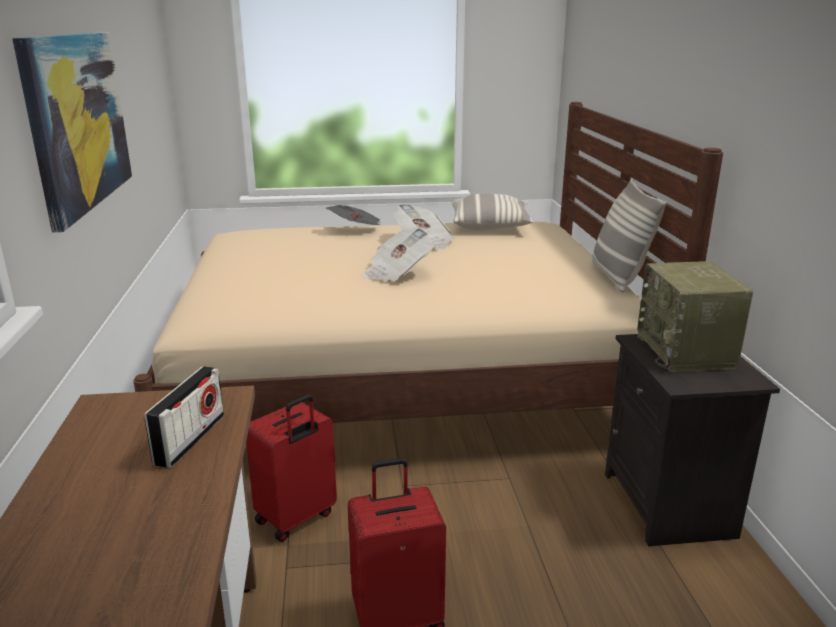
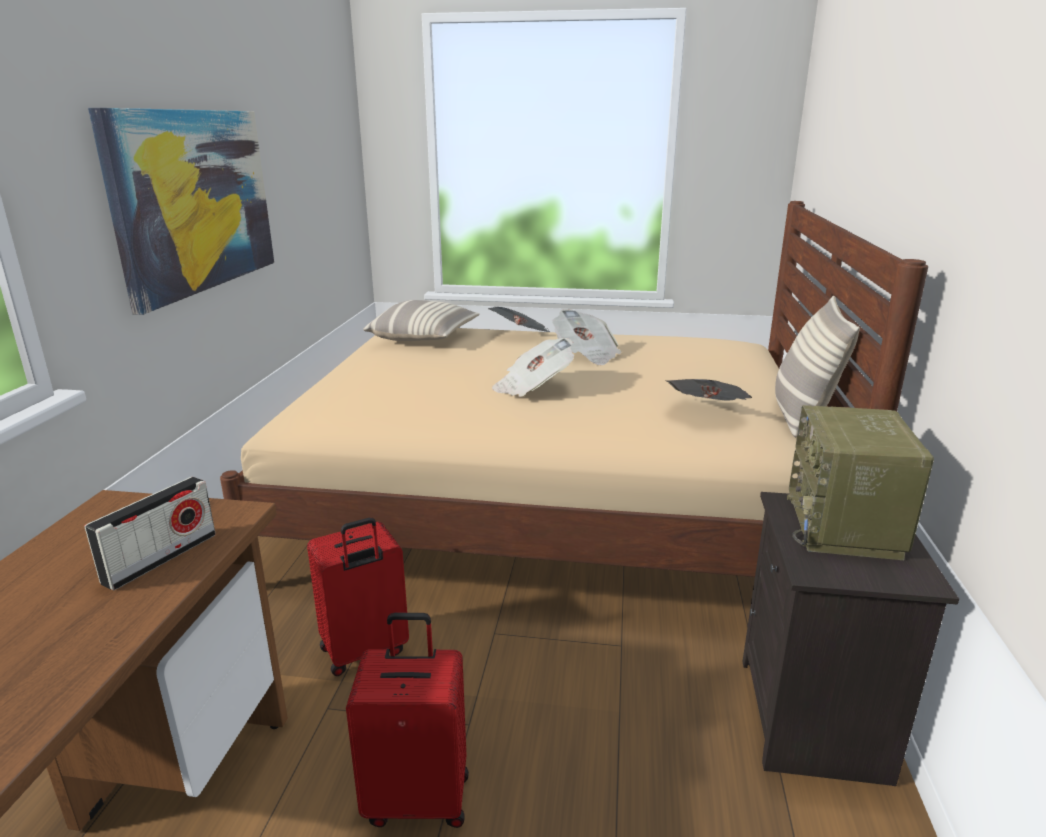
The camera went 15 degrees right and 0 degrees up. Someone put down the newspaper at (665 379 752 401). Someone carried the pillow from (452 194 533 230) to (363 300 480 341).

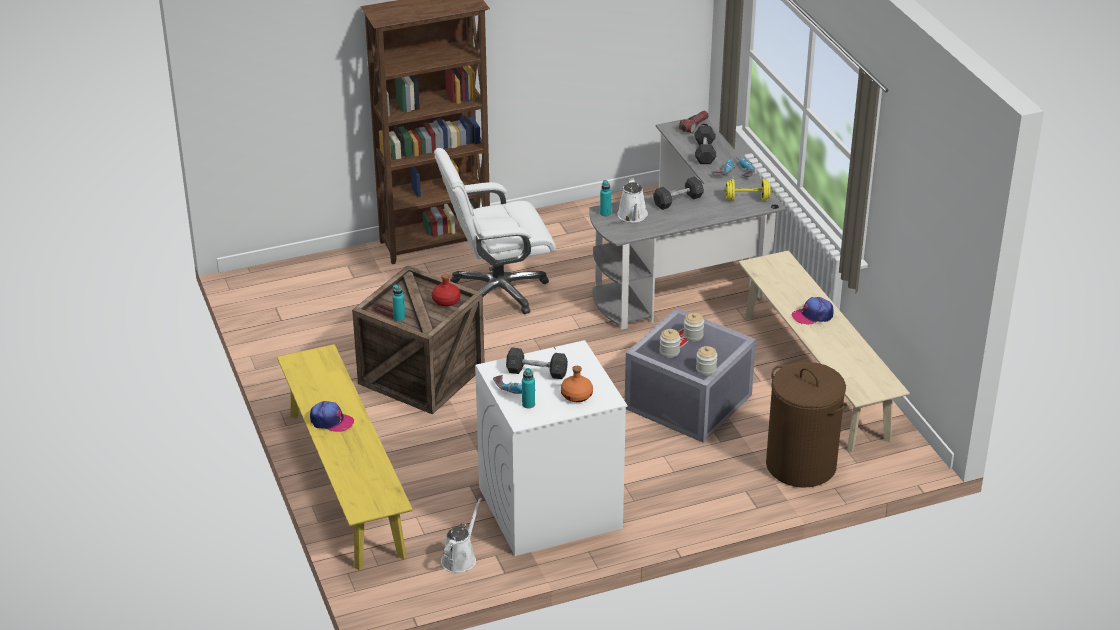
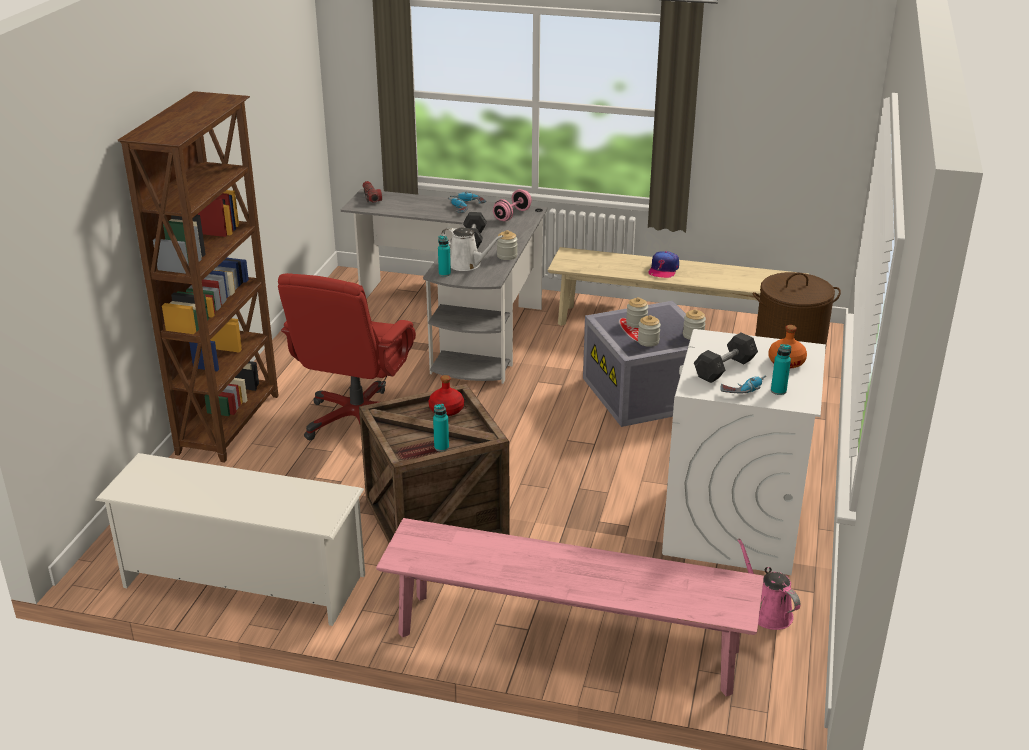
The camera went 55 degrees left and 5 degrees down. Someone took away the cap at (310 401 354 432). Someone took away the dumbbell (grey) at (694 126 716 164). Someone put down the shoe rack (white) at (95 453 365 626). Someone put down the jar at (497 230 517 260). Someone repainted the bench (yellow) at (277 344 413 570), which became the bench (pink) at (376 518 764 697). Someone repainted the office chair (white) at (434 148 556 314), which became the office chair (red) at (278 273 416 440). Someone repainted the watering can (white) at (441 498 482 573), which became the watering can (pink) at (738 538 800 630). Someone repainted the dumbbell (yellow) at (724 179 772 201), which became the dumbbell (pink) at (493 189 532 221).

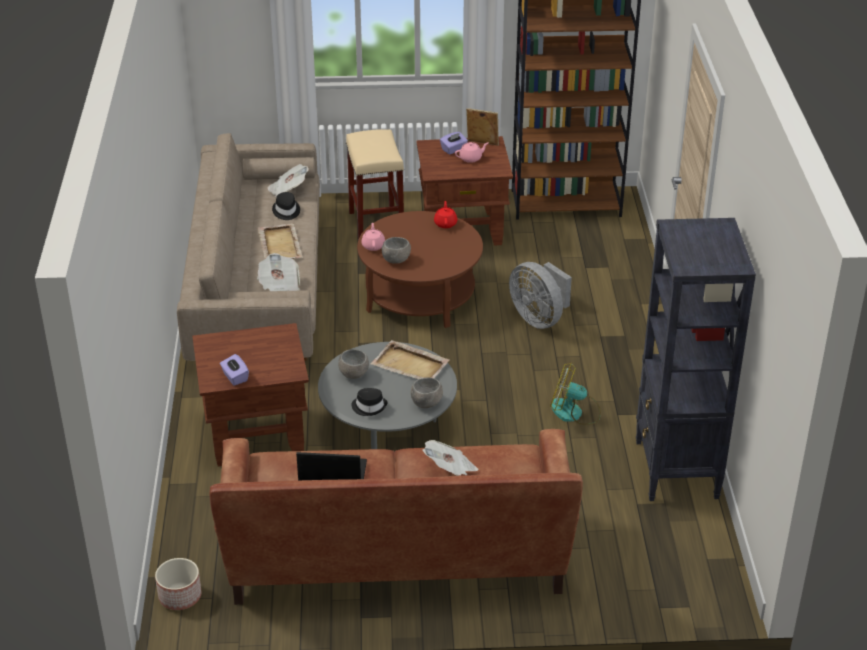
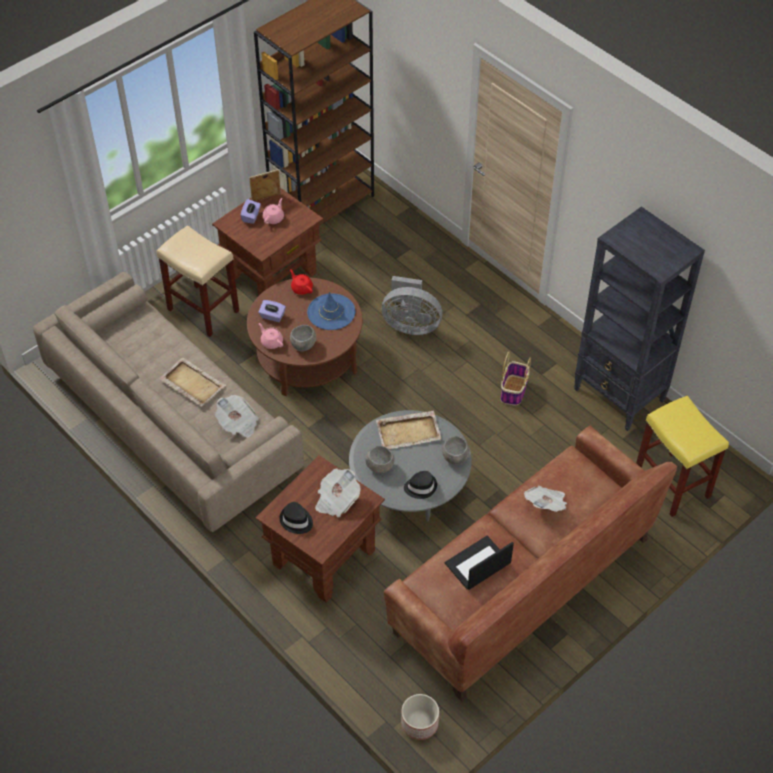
The camera went 40 degrees left and 15 degrees up. Someone put down the hat (blue) at (307 292 355 330). Someone put down the stool (yellow) at (636 396 729 517). Someone carried the tissue box (purple) from (220 354 249 386) to (259 300 286 322). Someone carried the newspaper from (267 164 309 197) to (315 469 360 518). Someone carried the hat (black) from (272 192 300 220) to (280 502 313 534). Someone swapped the fan at (550 363 601 425) for the basket at (501 352 531 405).

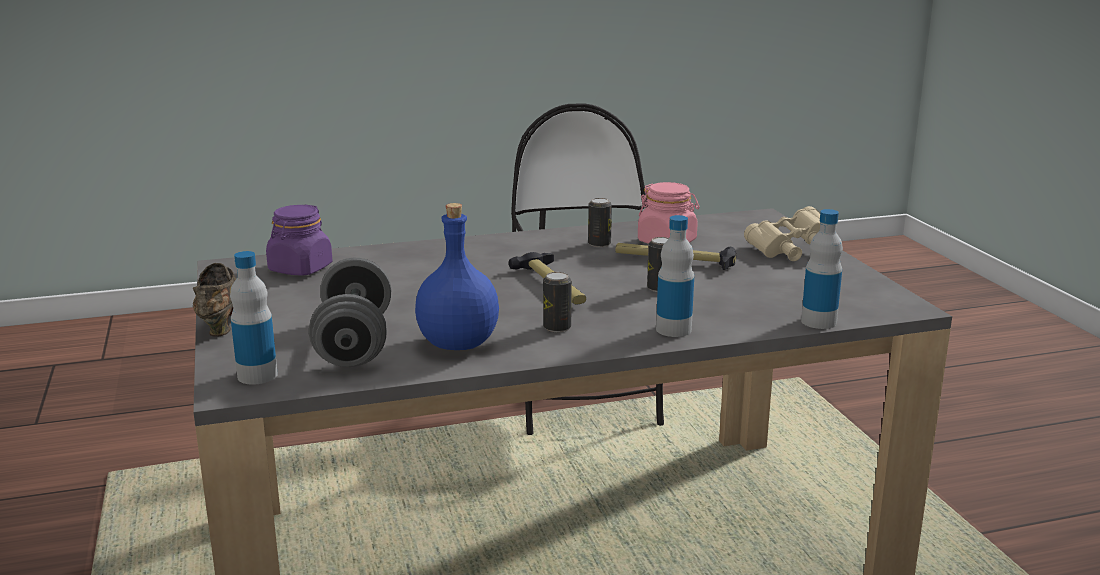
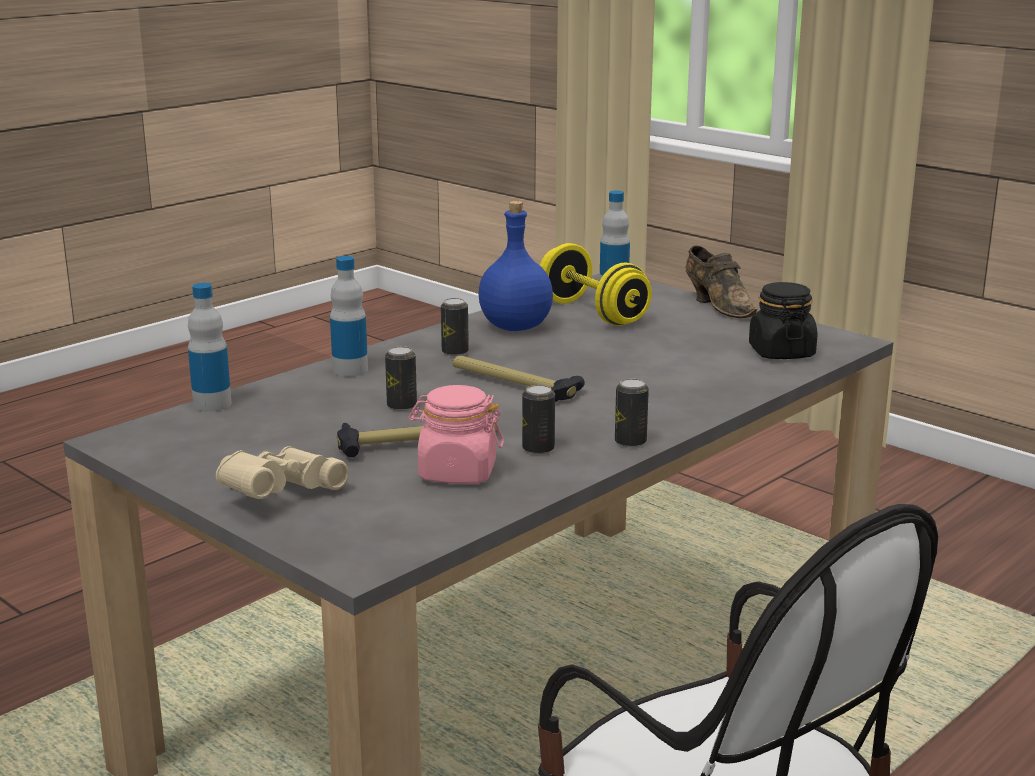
The camera went 150 degrees right and 0 degrees up. Someone put down the can at (615 379 649 447). Someone repainted the jar (purple) at (266 204 333 276), which became the jar (black) at (749 282 817 359). Someone repainted the dumbbell (grey) at (309 258 391 367), which became the dumbbell (yellow) at (540 243 652 326).

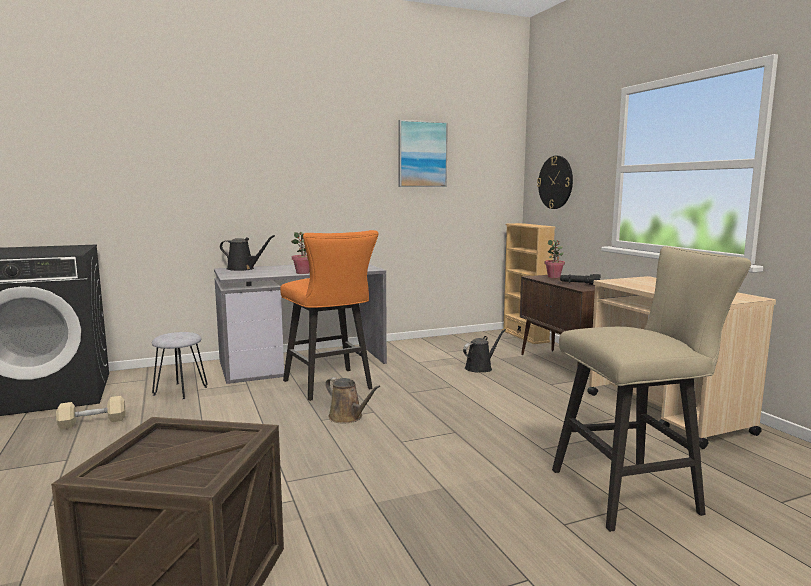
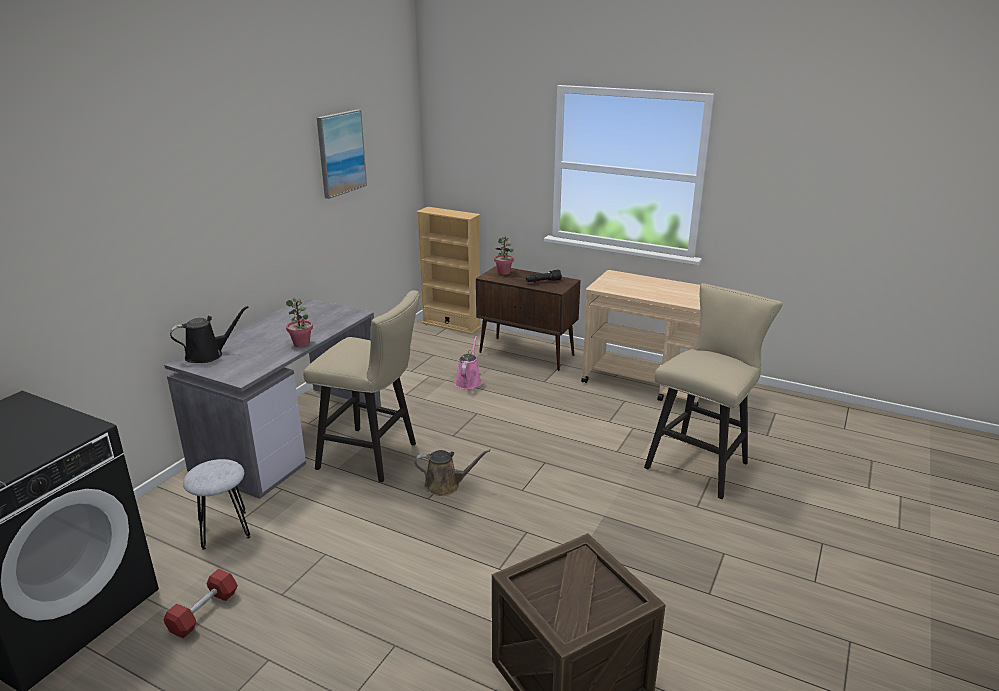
The camera went 40 degrees left and 15 degrees up. Someone took away the wall clock at (537 156 573 209). Someone repainted the dumbbell (beige) at (56 396 126 430), which became the dumbbell (red) at (164 569 238 638). Someone repainted the stool (orange) at (280 230 378 401), which became the stool (beige) at (303 290 420 482). Someone repainted the watering can (black) at (463 329 506 372), which became the watering can (pink) at (454 336 482 389).

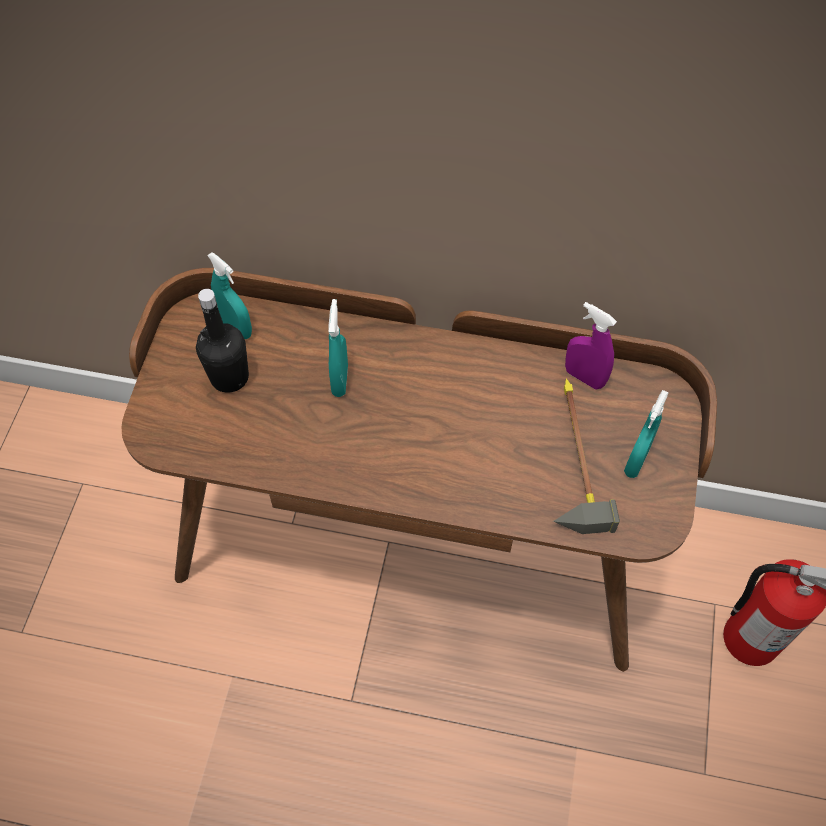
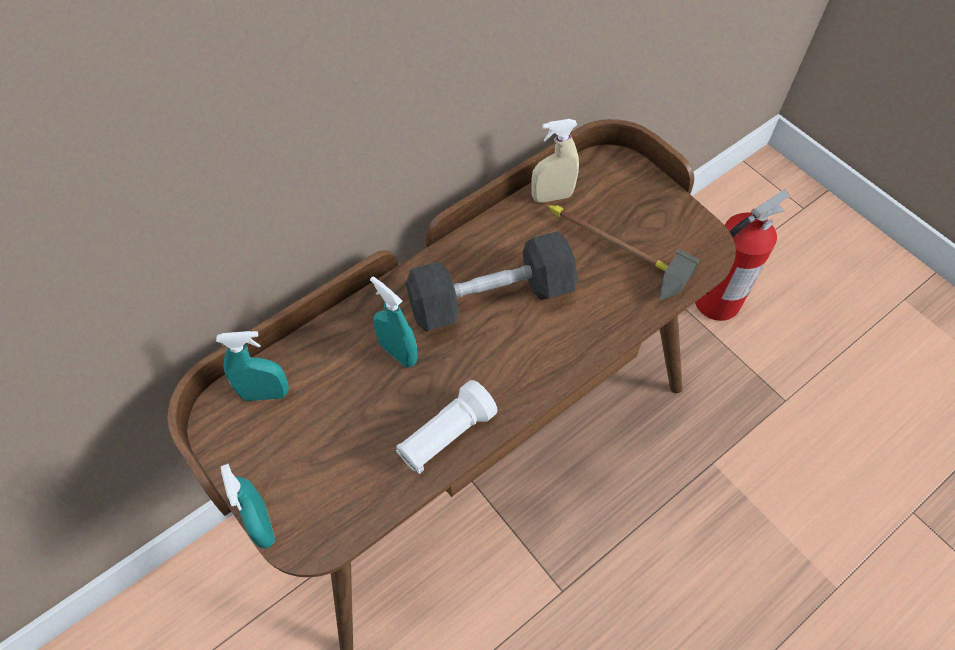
The camera went 50 degrees left and 0 degrees up. Someone took away the bottle (black) at (196 289 249 393). Someone put down the flashlight (white) at (396 380 497 474). Someone put down the dumbbell (black) at (406 231 577 331). Someone carried the spray bottle (turquoise) from (624 390 669 478) to (221 464 275 548). Someone repainted the spray bottle (purple) at (565 302 617 389), which became the spray bottle (beige) at (531 119 579 203).

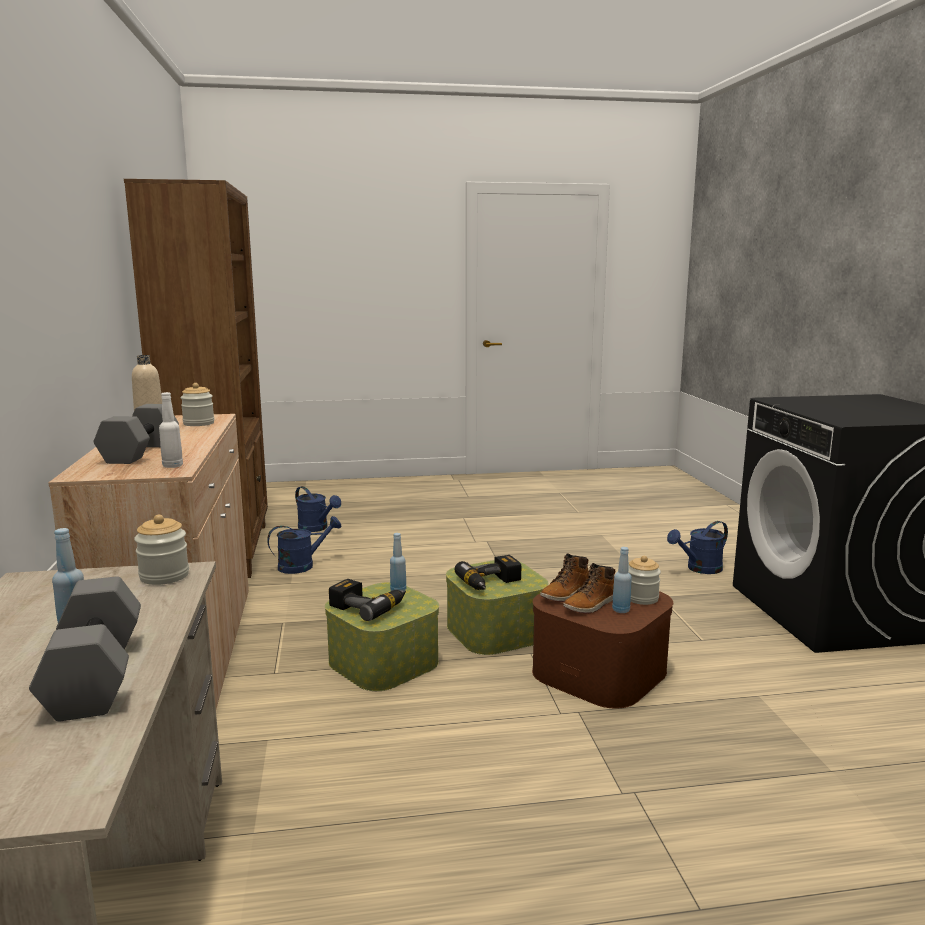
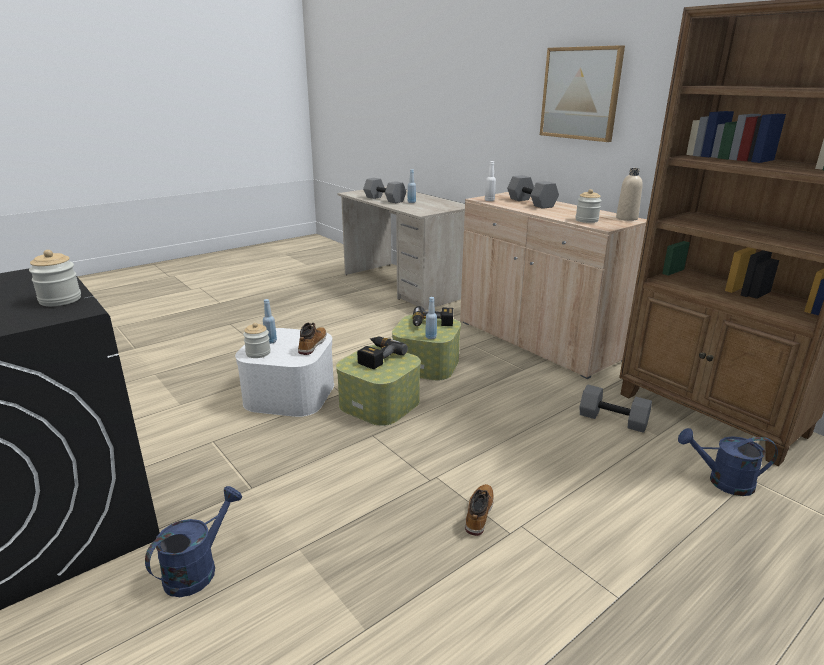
The camera went 150 degrees right and 10 degrees up. Someone put up the picture at (540 45 625 142). Someone carried the jar from (134 515 189 585) to (29 250 81 306). Someone carried the boot from (563 563 615 614) to (465 484 494 536). Someone swapped the watering can (blue) at (267 516 341 574) for the dumbbell (grey) at (580 385 652 433). Someone repainted the storage box (brown) at (532 591 673 709), which became the storage box (white) at (235 328 334 417).

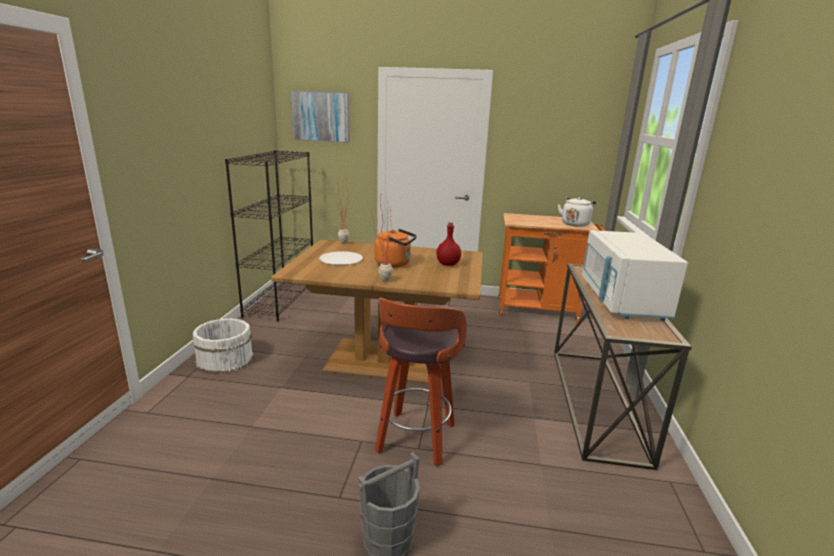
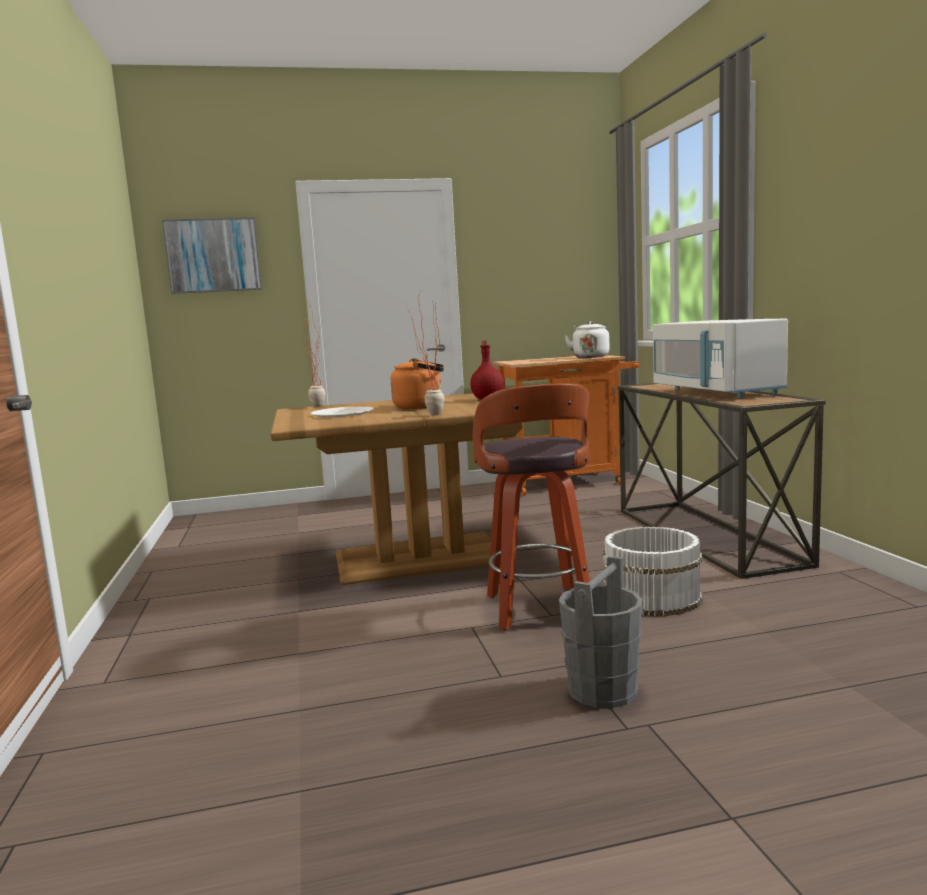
The camera went 20 degrees left and 10 degrees down. Someone took away the bookcase (black) at (225 150 313 322). Someone carried the bucket (white) from (192 318 254 374) to (603 527 702 616).

